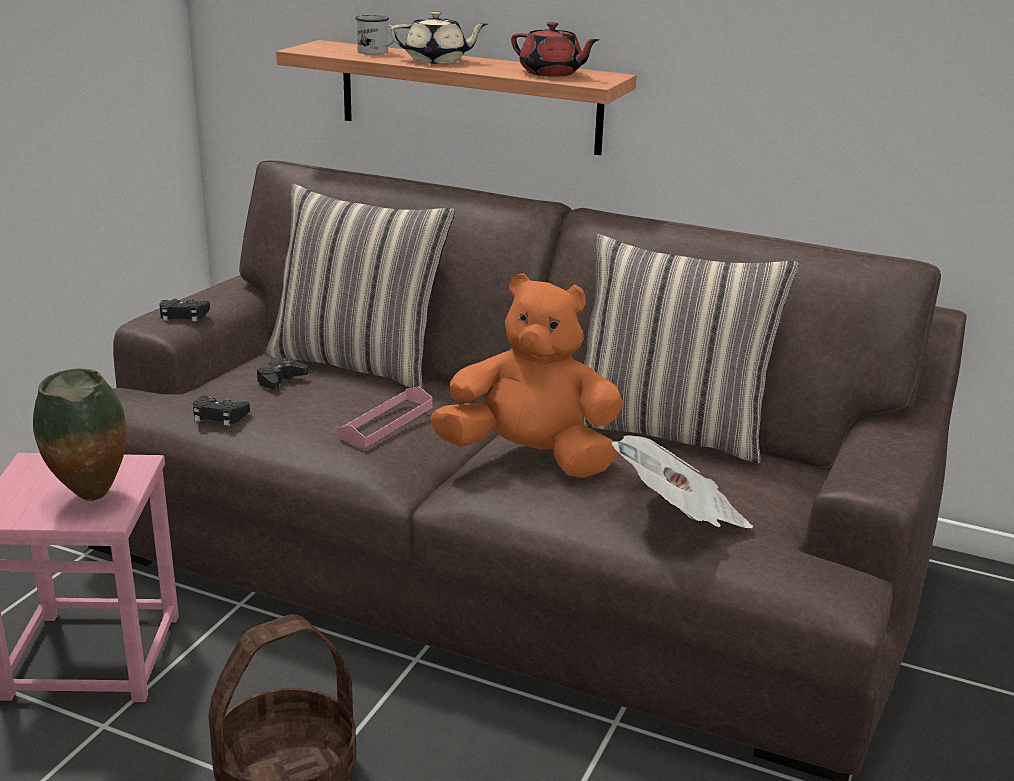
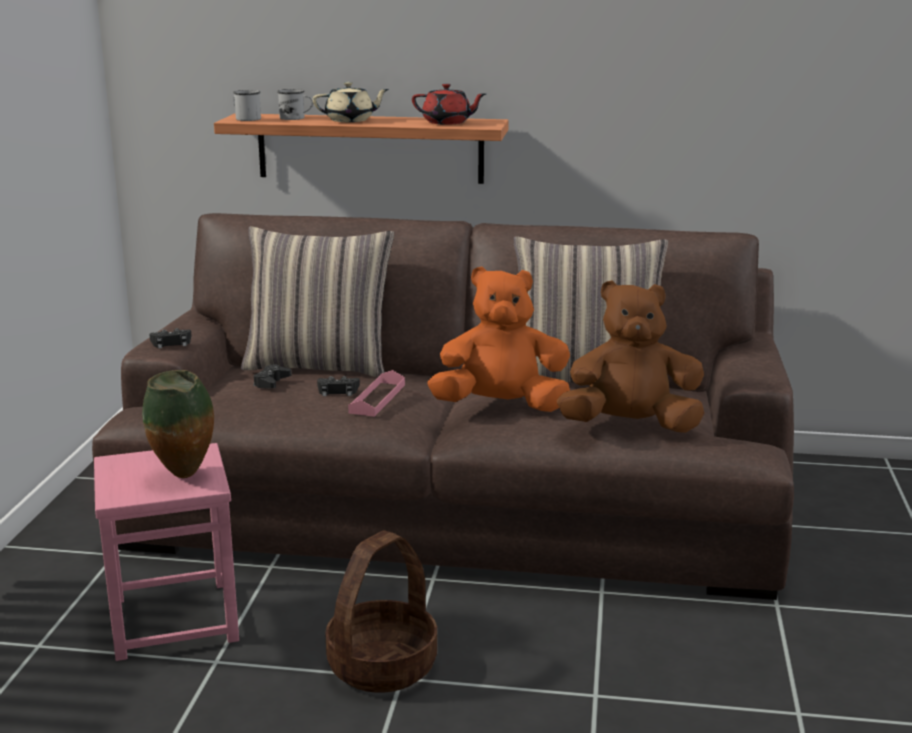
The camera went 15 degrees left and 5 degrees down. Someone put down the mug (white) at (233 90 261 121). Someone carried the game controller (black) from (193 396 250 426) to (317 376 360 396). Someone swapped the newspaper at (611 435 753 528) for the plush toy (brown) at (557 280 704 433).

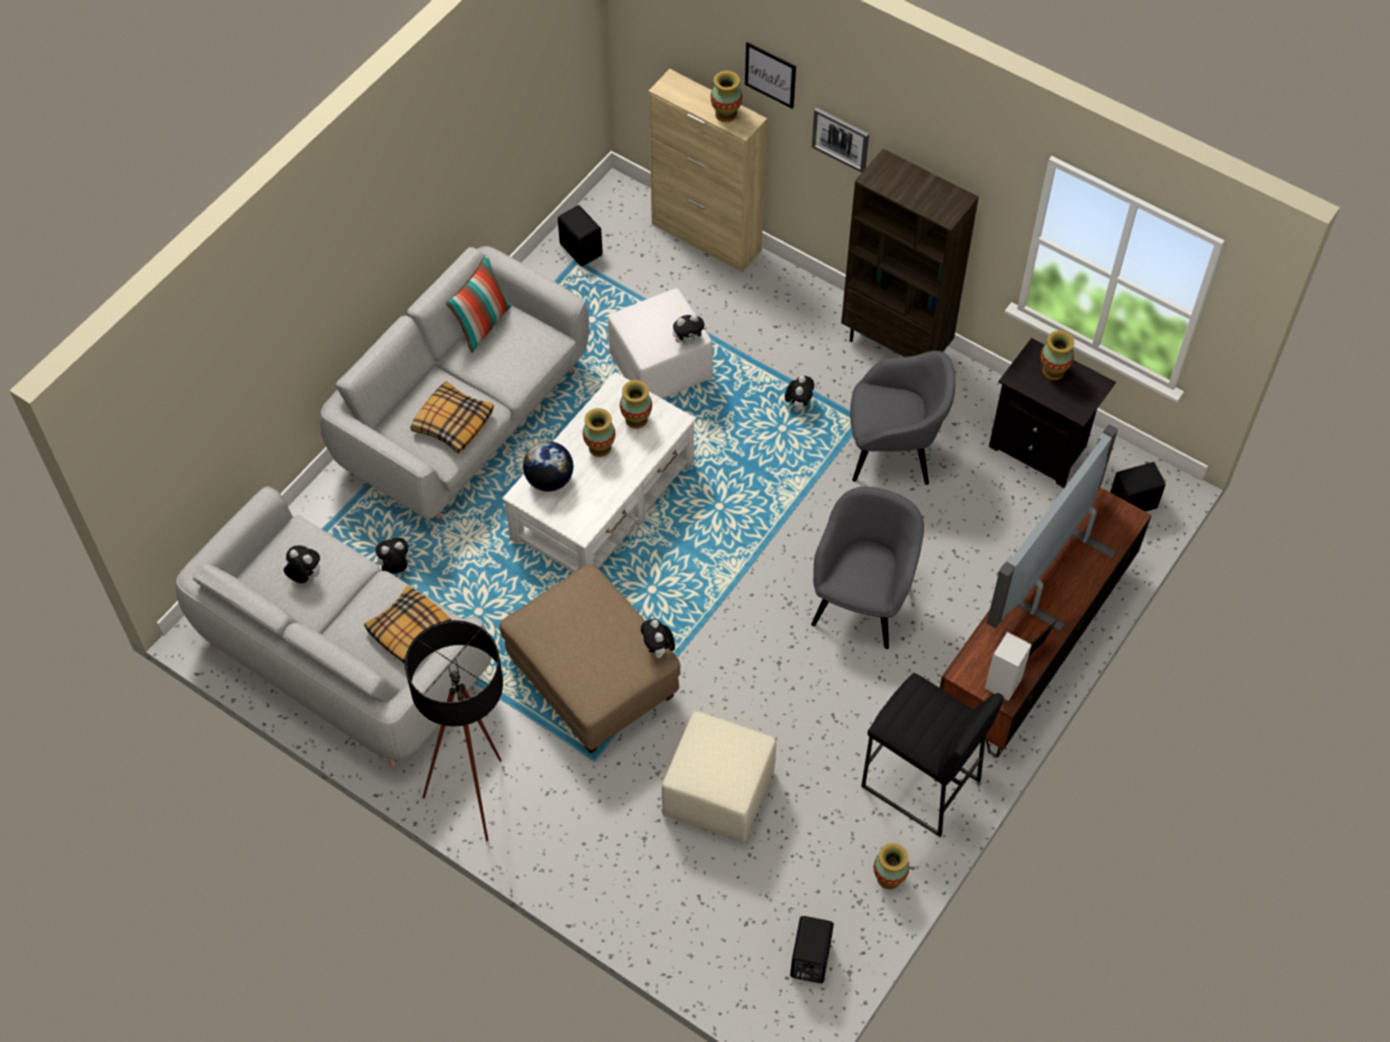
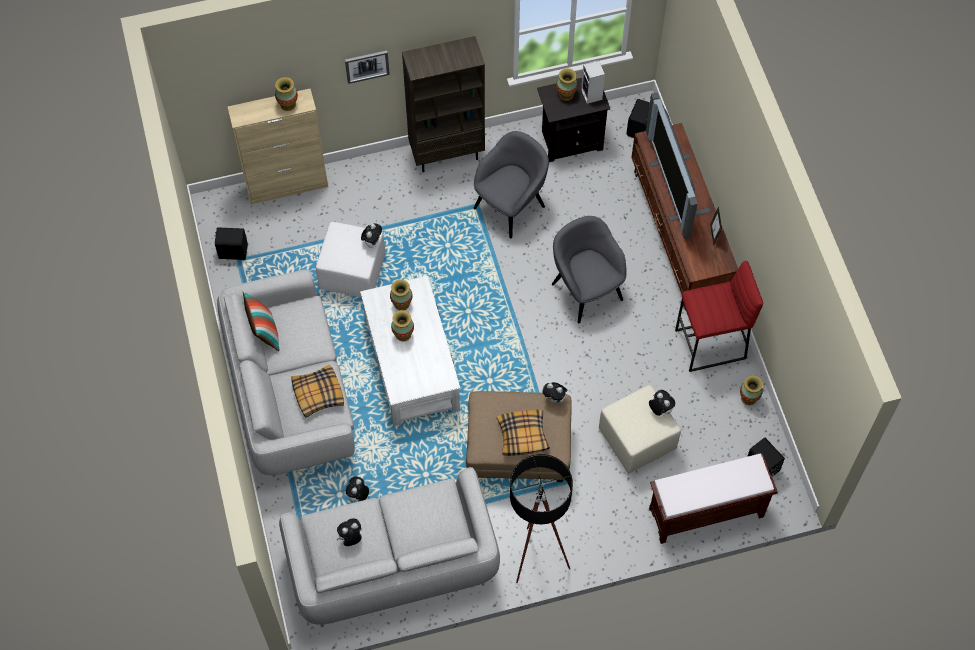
The camera went 50 degrees left and 5 degrees up. Someone took away the globe at (523 441 573 492). Someone took away the picture at (745 42 796 109). Someone put down the bench (brown) at (649 453 778 544). Someone carried the pillow from (364 586 452 664) to (497 410 550 456). Someone carried the plush toy from (785 376 814 411) to (649 390 675 416). Someone carried the speaker from (984 632 1032 701) to (581 60 605 104). Someone repainted the stool (black) at (861 673 1004 837), which became the stool (red) at (675 261 763 372).

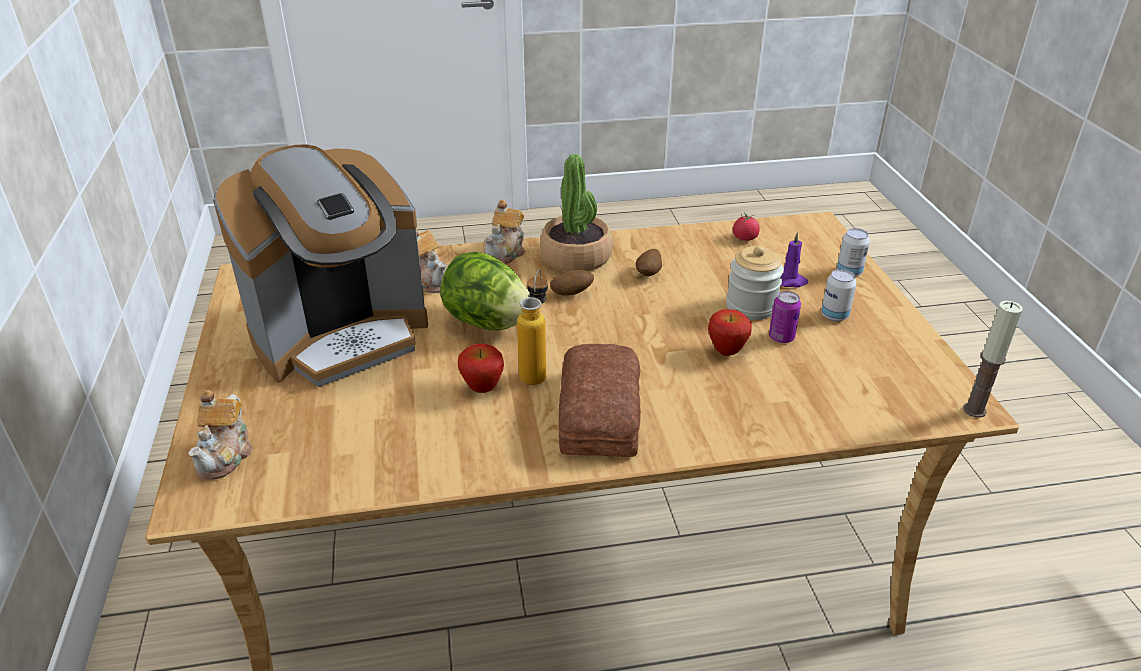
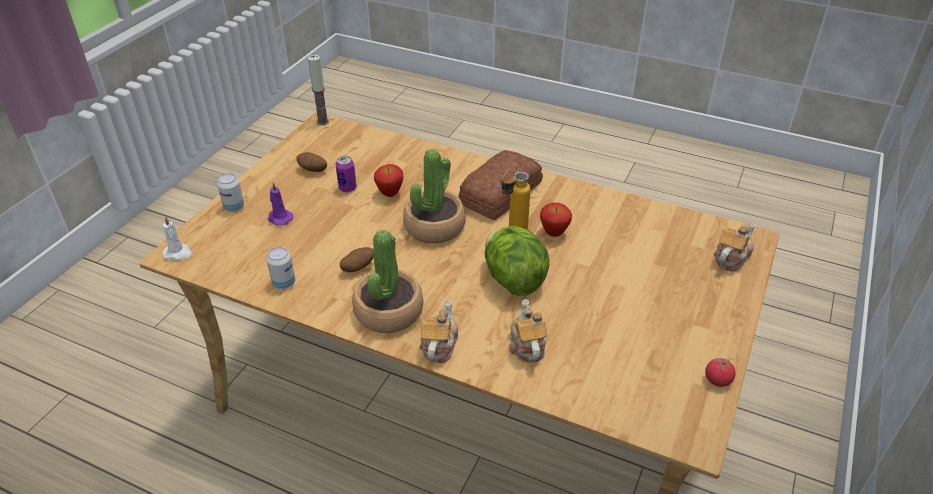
The camera went 145 degrees left and 5 degrees up. Someone took away the coffee machine at (213 145 428 387). Someone took away the jar at (726 246 784 320). Someone put down the candle (white) at (163 216 193 261). Someone put down the potted plant at (403 149 465 243). Someone carried the potato from (550 270 594 296) to (297 152 327 172). Someone carried the tomato from (733 212 760 241) to (705 357 736 387). Someone carried the can from (821 269 857 321) to (267 247 295 289). Someone rotated the teapot at (484 200 525 264) by 45 degrees counterclockwise.

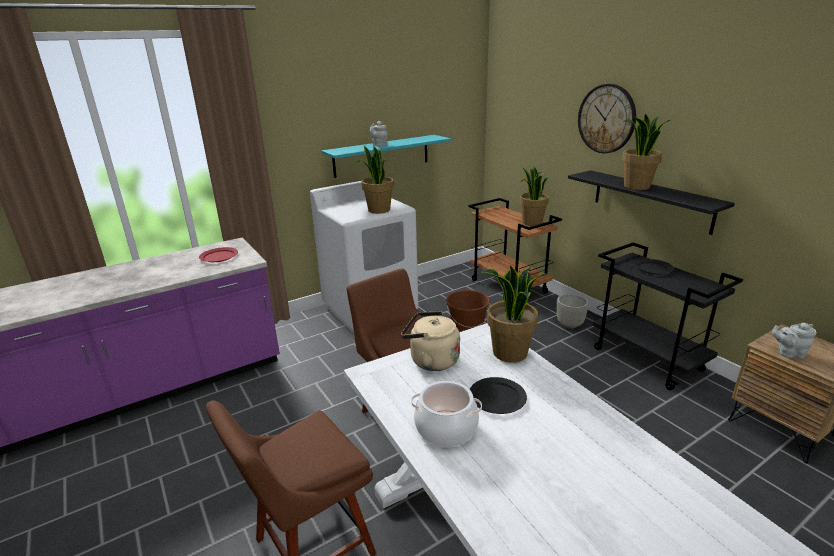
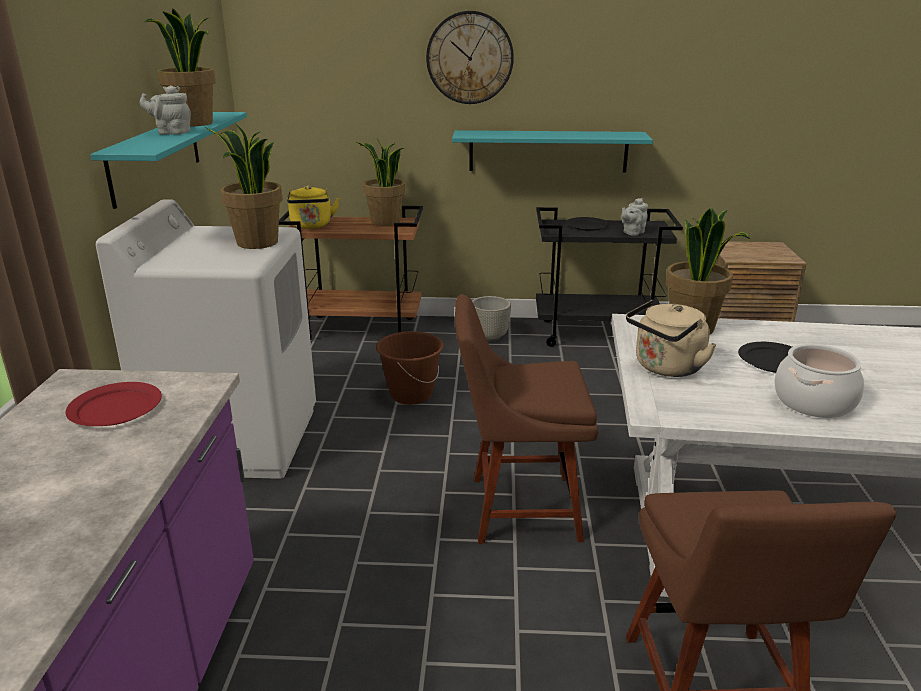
The camera went 55 degrees left and 0 degrees up. Someone put down the kettle (yellow) at (287 186 339 229). Someone carried the potted plant from (622 114 670 190) to (144 8 215 127). Someone carried the teapot (grey) from (772 323 817 359) to (621 198 648 236). Someone repainted the shelf (black) at (568 170 735 235), which became the shelf (turquoise) at (452 130 653 173).

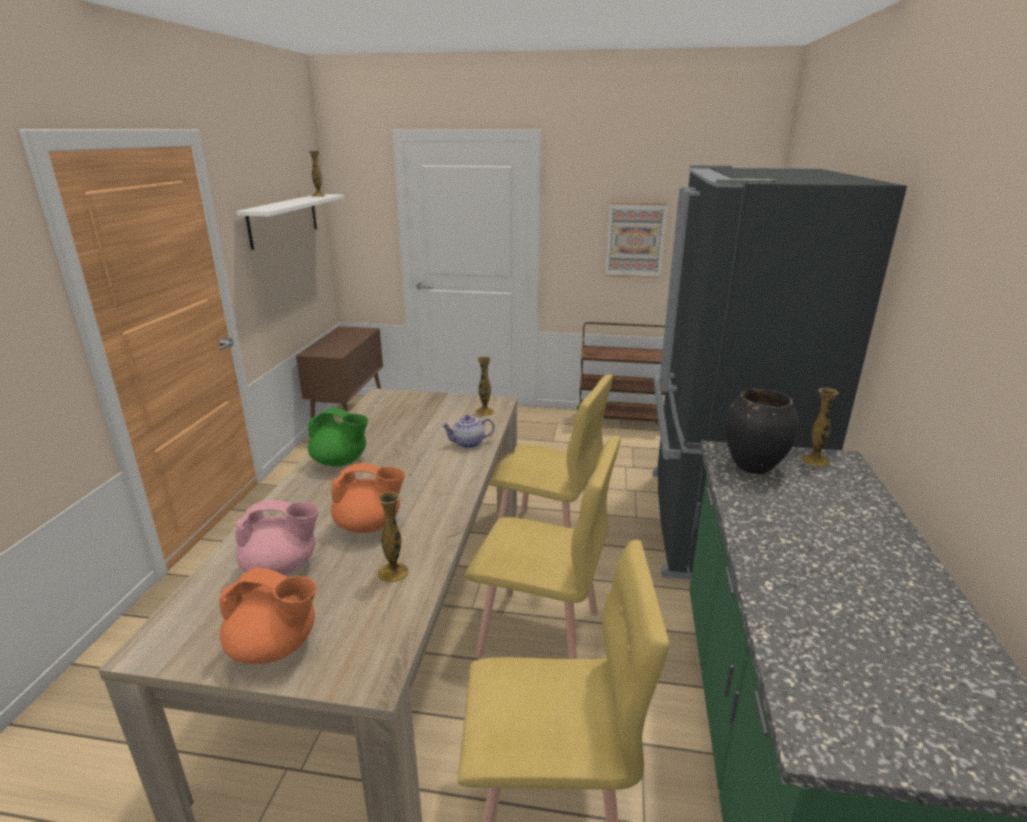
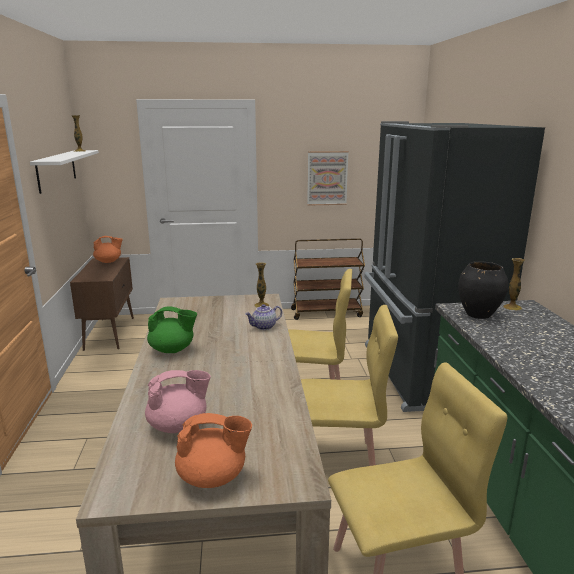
The camera went 15 degrees left and 5 degrees down. Someone took away the vase at (377 492 409 583). Someone carried the teapot (orange) from (331 463 405 533) to (93 236 123 263).

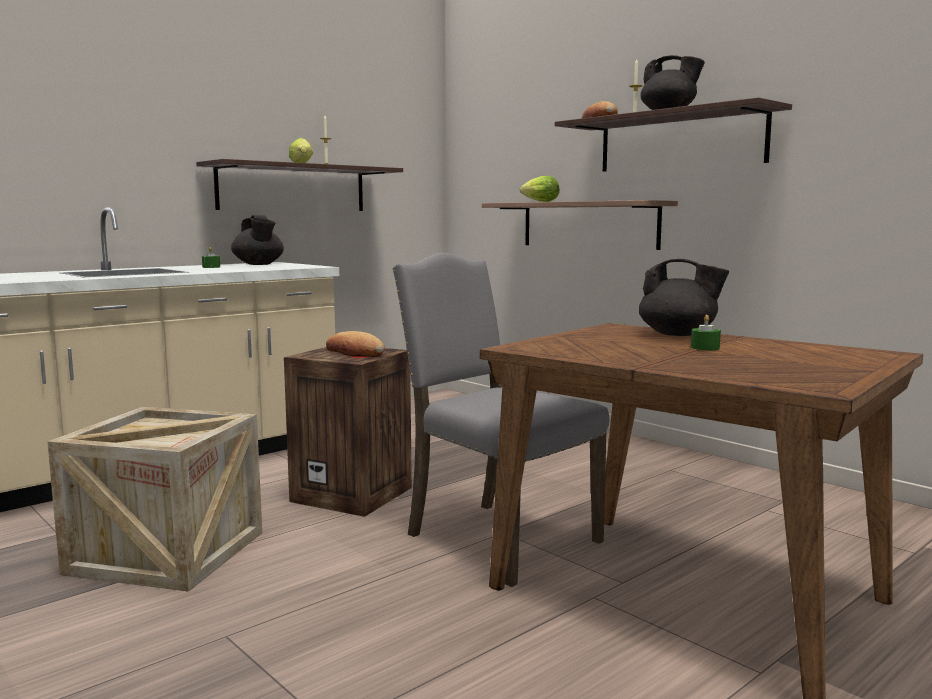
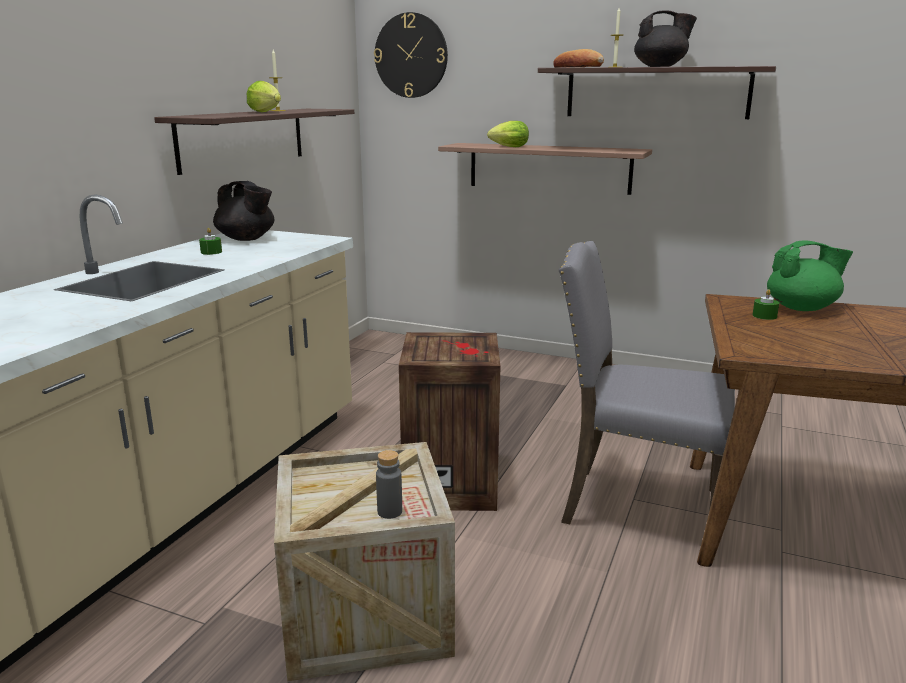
The camera went 25 degrees left and 10 degrees up. Someone took away the bread at (326 331 385 357). Someone put up the wall clock at (374 12 448 98). Someone put down the bottle (grey) at (376 450 402 519). Someone carried the candle (green) from (691 315 721 351) to (753 289 779 320). Someone repainted the teapot (black) at (639 259 729 336), which became the teapot (green) at (767 240 853 311).

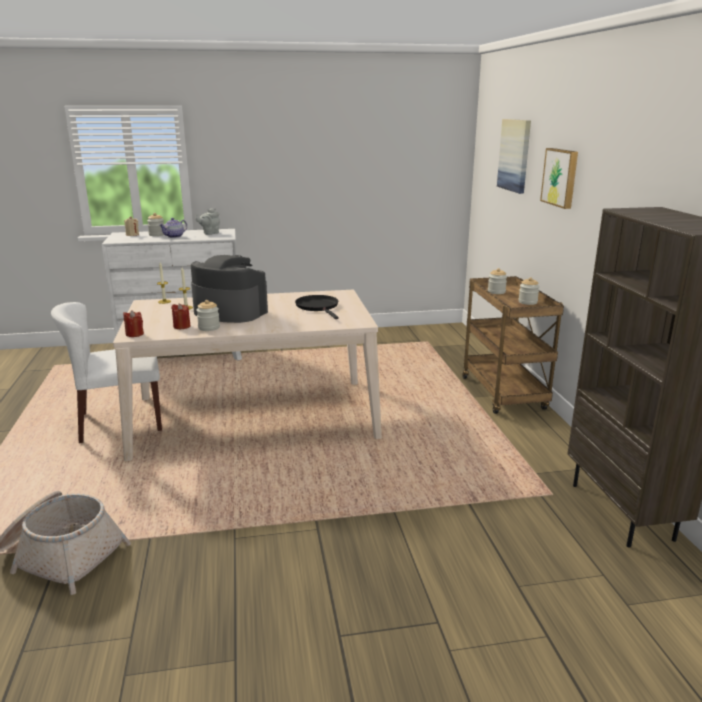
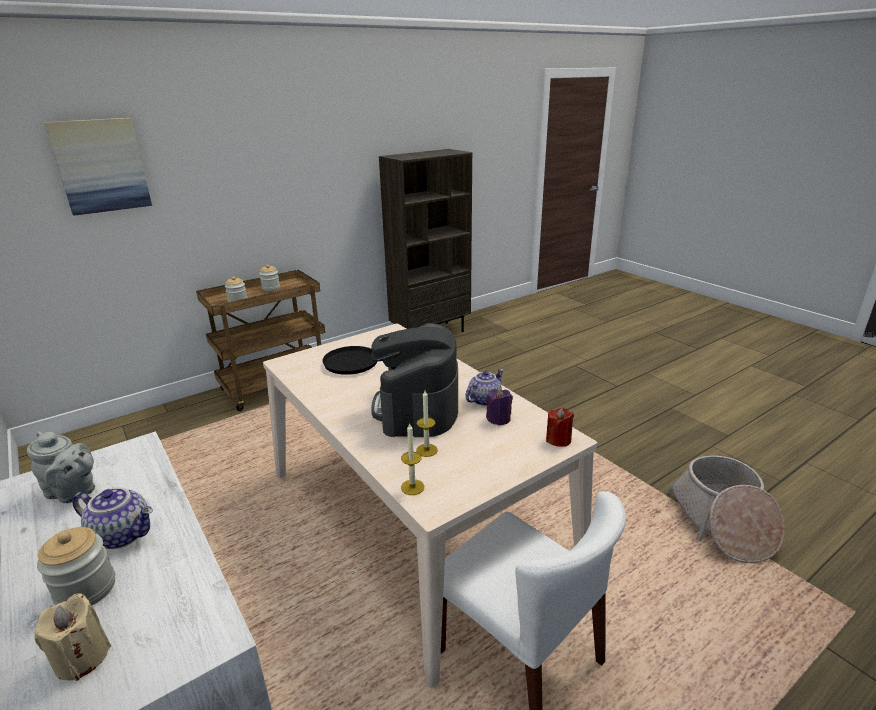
The camera went 115 degrees left and 5 degrees up. Someone took away the picture at (540 148 578 209). Someone swapped the jar at (196 300 220 331) for the teapot at (465 369 504 406). Someone repainted the candle (red) at (171 303 191 329), which became the candle (purple) at (486 389 513 426).

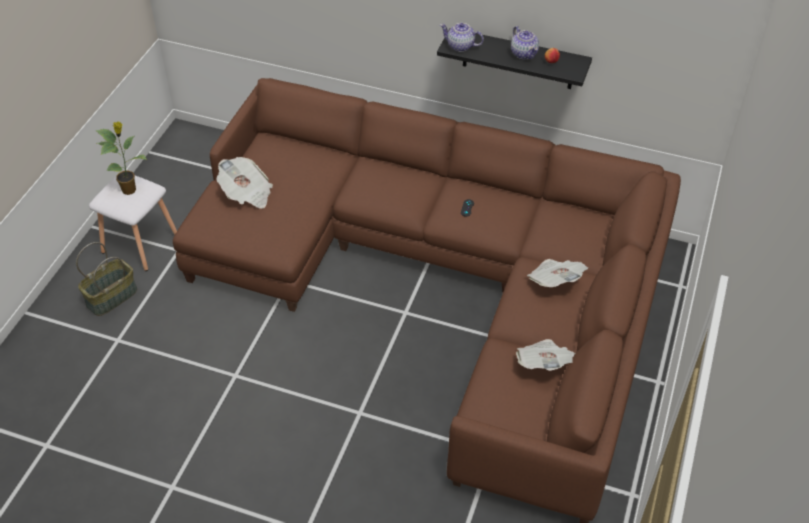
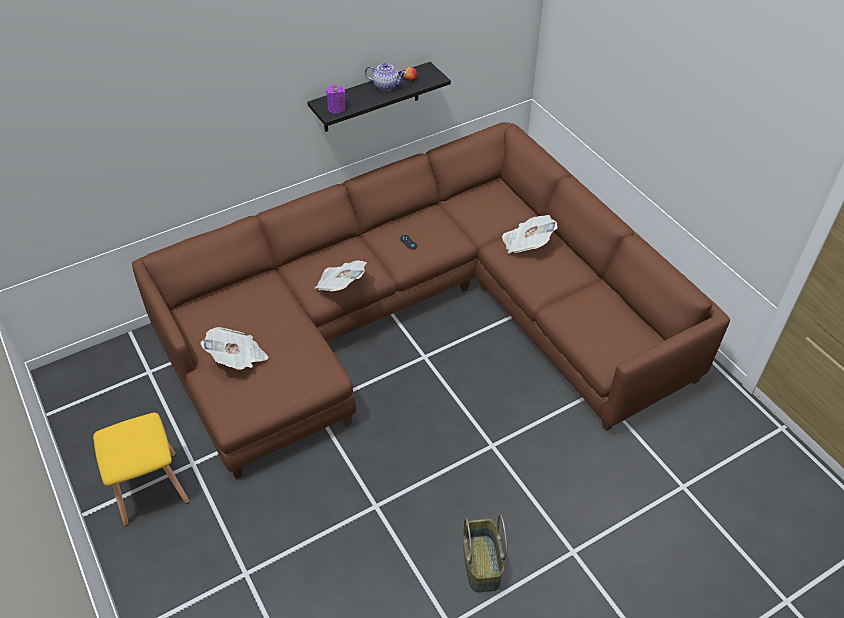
The camera went 50 degrees left and 0 degrees up. Someone took away the potted plant at (96 121 147 195). Someone carried the basket from (76 242 137 316) to (463 515 507 593). Someone carried the newspaper from (516 339 575 371) to (314 260 367 291). Someone swapped the teapot at (440 23 484 52) for the candle (purple) at (326 85 346 114). Someone repainted the stool (white) at (89 176 177 271), which became the stool (yellow) at (93 413 190 526).

